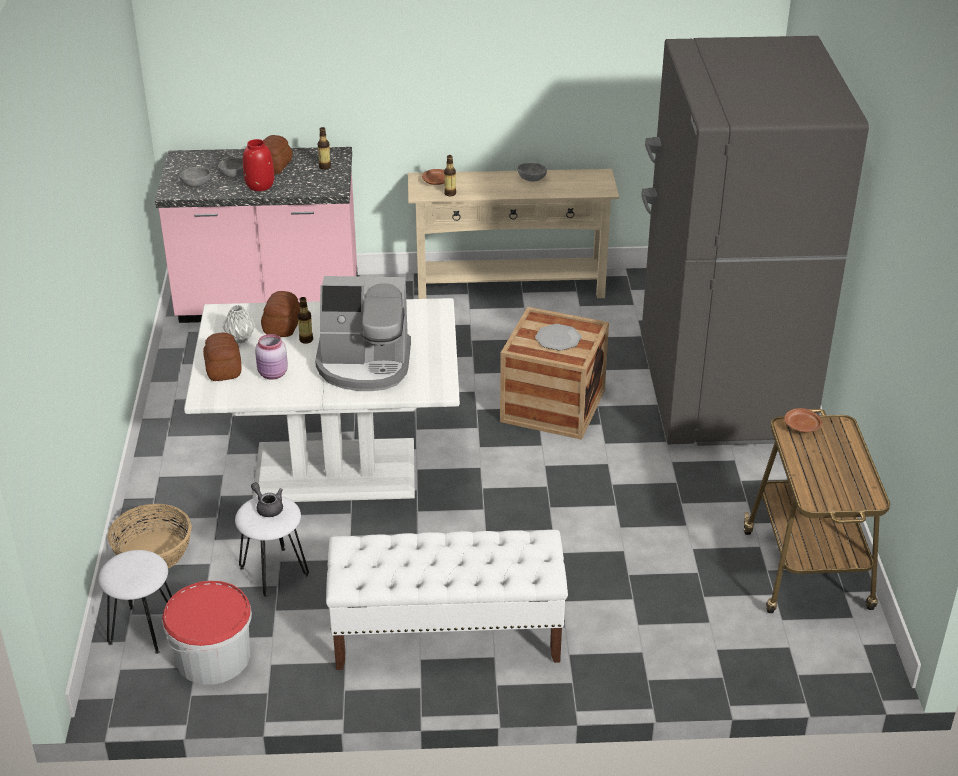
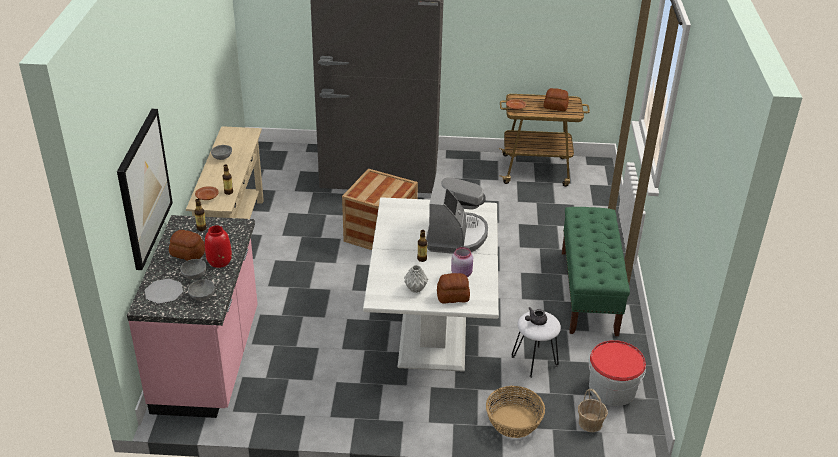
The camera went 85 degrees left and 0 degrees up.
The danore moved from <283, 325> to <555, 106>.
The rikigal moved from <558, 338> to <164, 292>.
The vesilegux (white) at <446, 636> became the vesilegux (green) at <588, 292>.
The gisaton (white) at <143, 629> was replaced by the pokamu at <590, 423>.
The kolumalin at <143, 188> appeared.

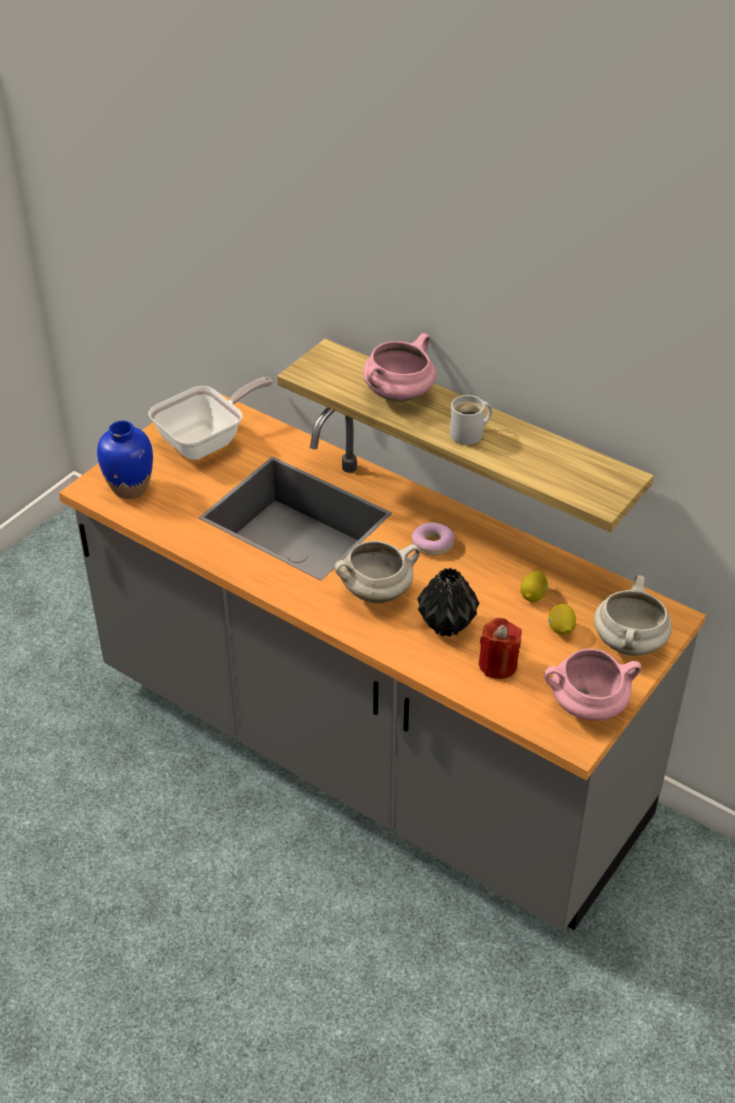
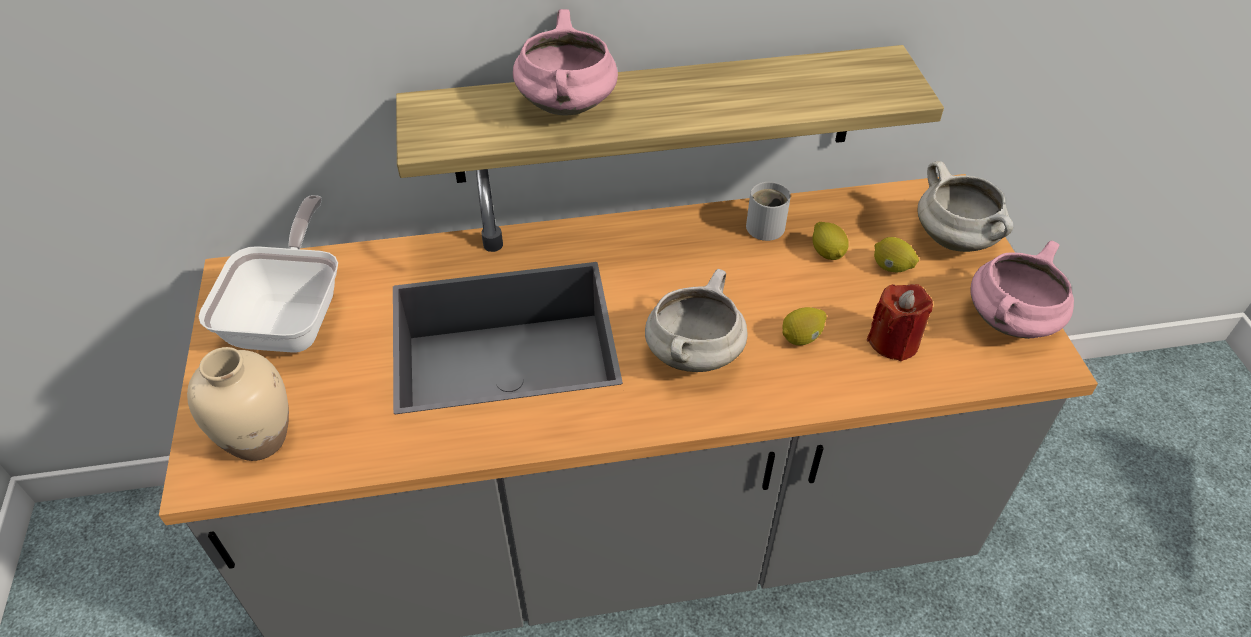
The camera went 45 degrees left and 5 degrees up.
The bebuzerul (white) moved from <470, 434> to <767, 225>.
The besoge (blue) at <130, 488> became the besoge (beige) at <259, 439>.
The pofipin at <433, 544> disappeared.
The besoge (black) at <448, 626> was replaced by the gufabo at <801, 337>.

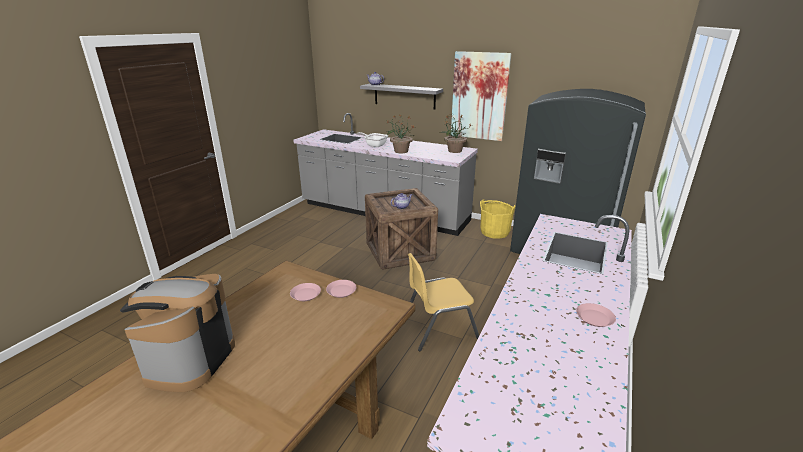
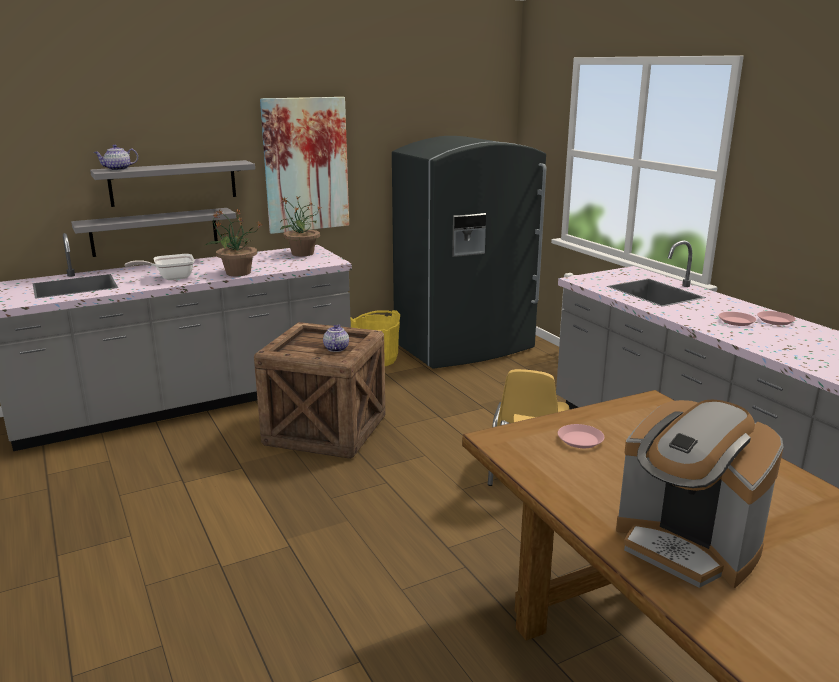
The camera went 55 degrees left and 5 degrees down.
The rikigal (pink) moved from <341, 291> to <736, 321>.
The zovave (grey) at <155, 232> appeared.

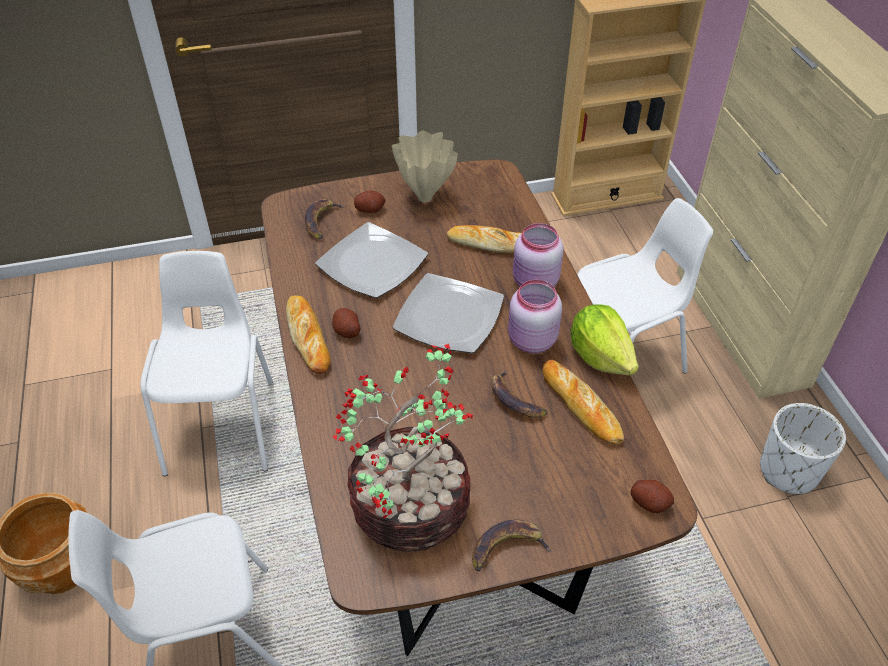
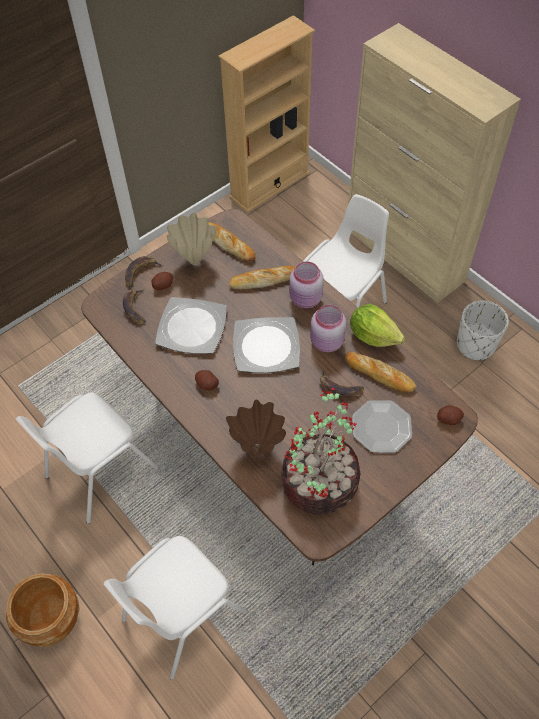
The camera went 25 degrees left and 10 degrees up.
The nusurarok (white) at <223, 425> turned 105 degrees counterclockwise.
The danore moved from <308, 337> to <229, 244>.
The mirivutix moved from <507, 547> to <141, 272>.
The besoge (brown) at <258, 449> appeared.
The rikigal at <381, 427> appeared.

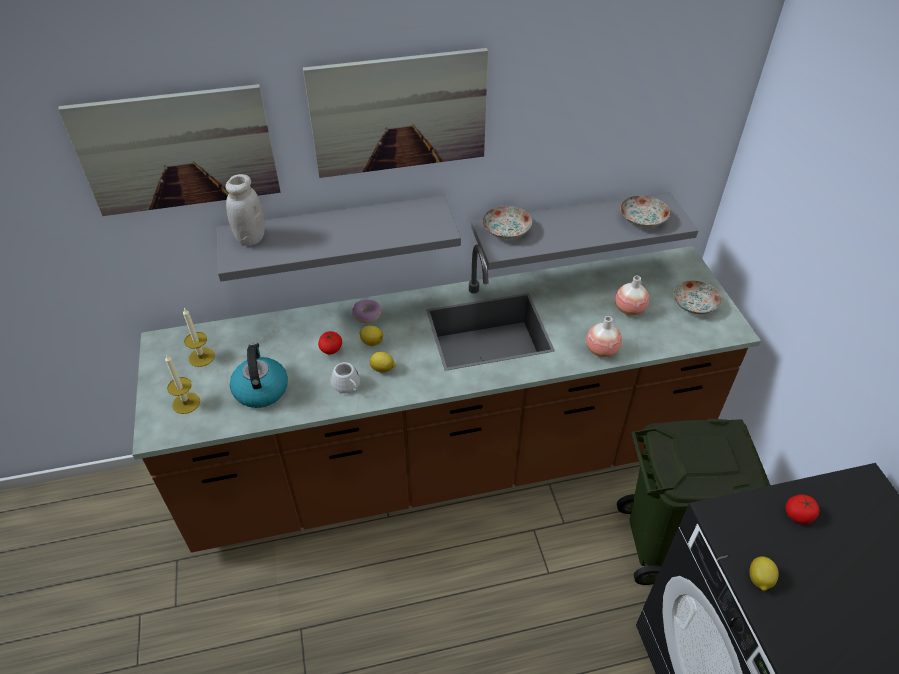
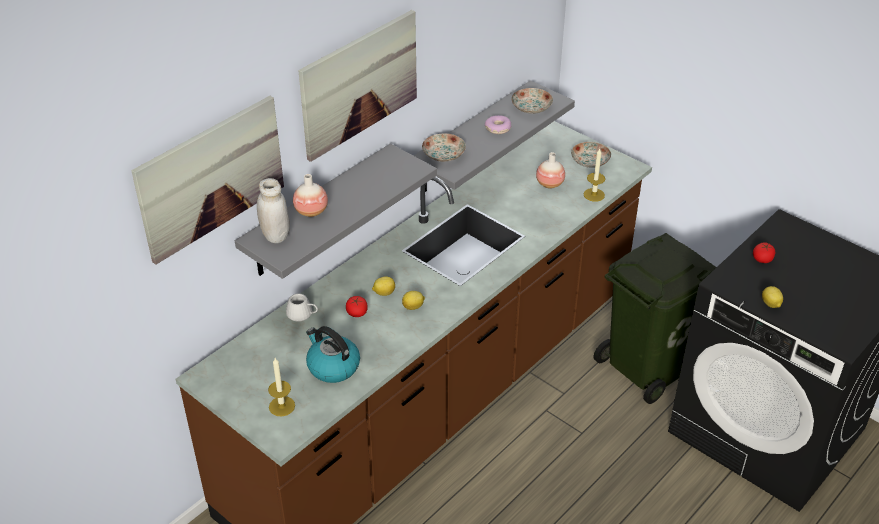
The camera went 35 degrees left and 5 degrees down.
The pofipin moved from <367, 315> to <498, 128>.
The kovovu moved from <201, 357> to <594, 195>.
The besoge moved from <601, 350> to <311, 211>.
The bebuzerul (white) moved from <348, 386> to <302, 314>.

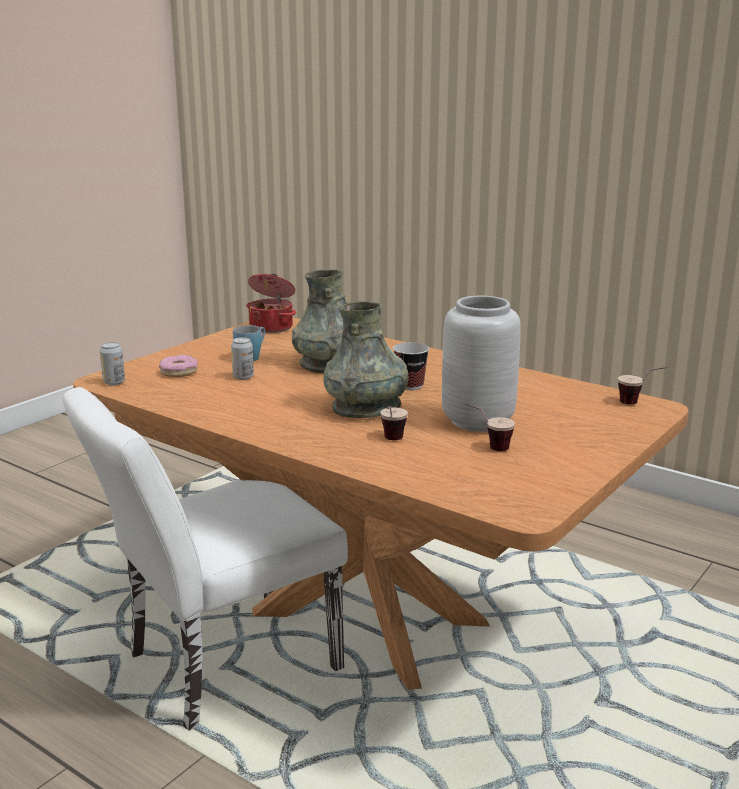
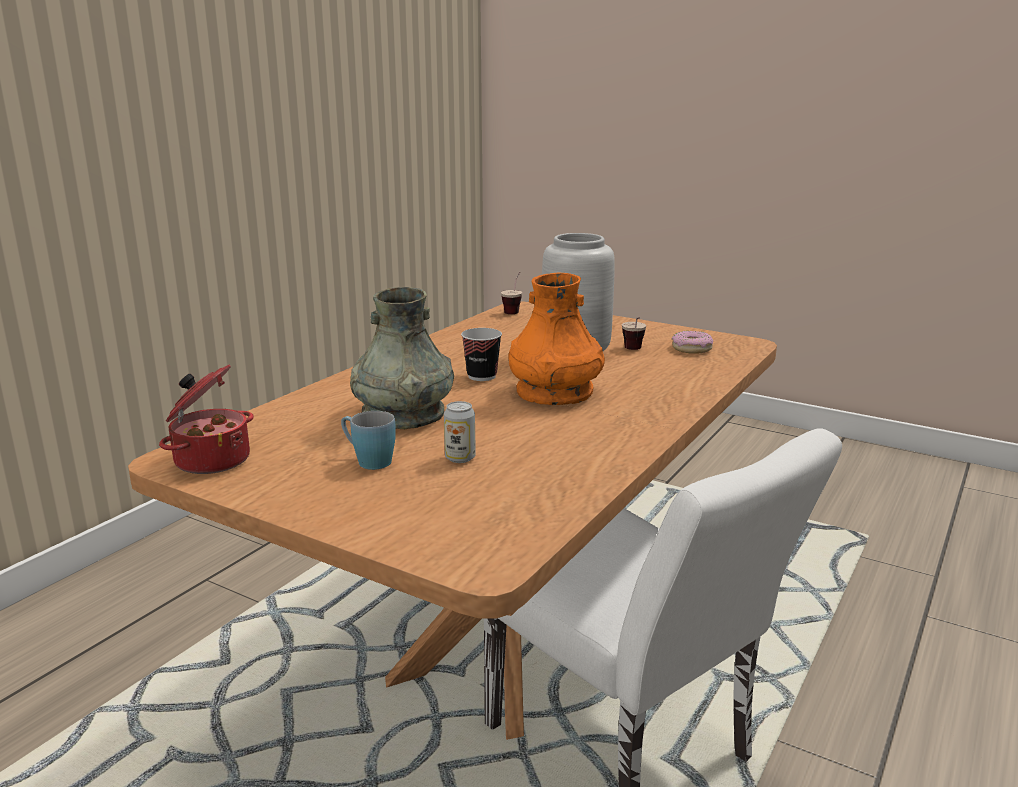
The camera went 95 degrees left and 0 degrees up.
The besoge (grey) at <366, 407> became the besoge (orange) at <554, 391>.
The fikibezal at <114, 382> disappeared.
The pofipin moved from <178, 372> to <691, 348>.
The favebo at <391, 441> disappeared.

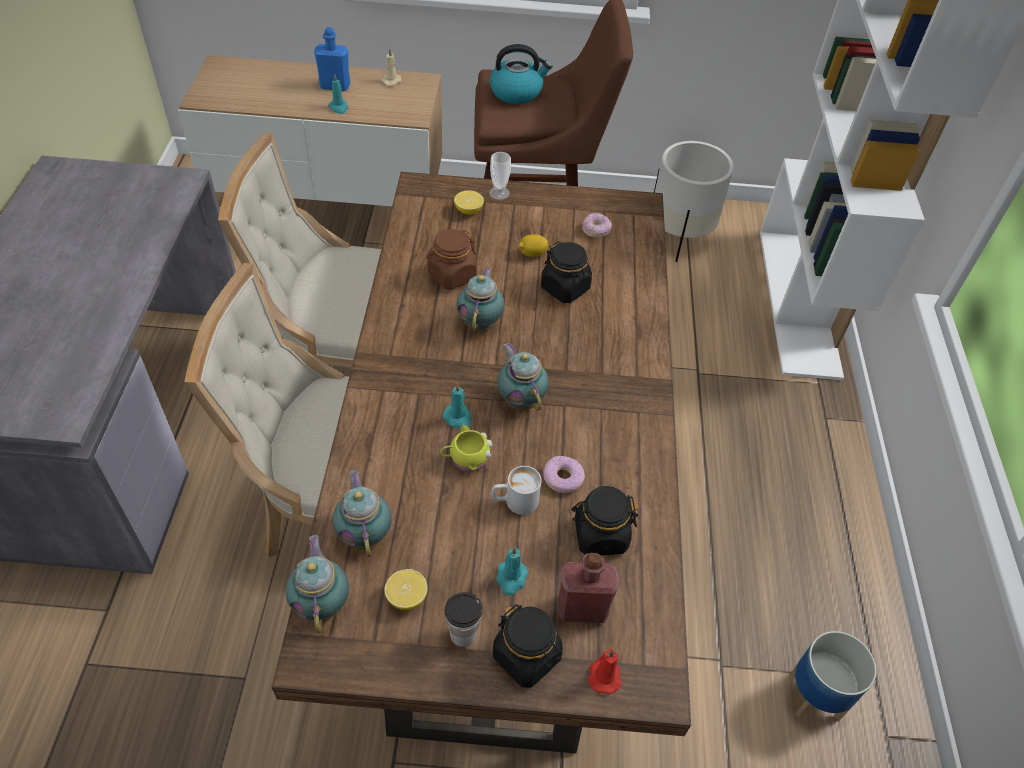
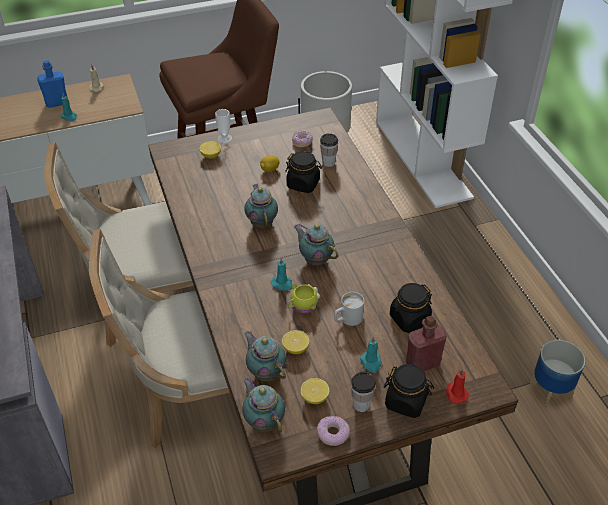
The camera went 20 degrees left and 5 degrees down.
The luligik at <517, 92> disappeared.
The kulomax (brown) at <452, 275> disappeared.
The pofipin moved from <562, 478> to <333, 434>.
The favebo at <328, 162> appeared.
The gufabo at <295, 348> appeared.

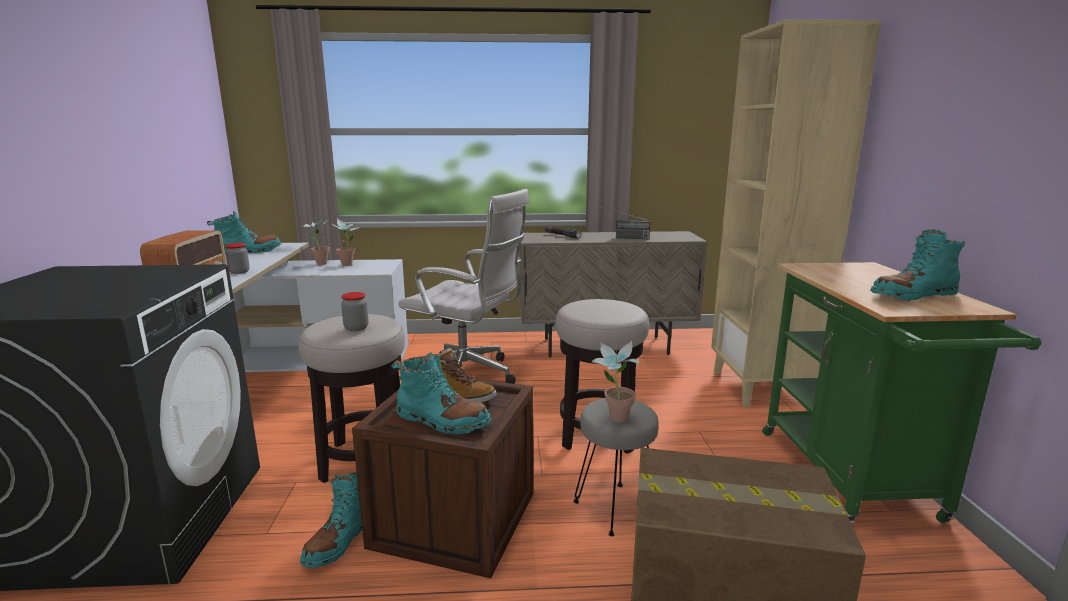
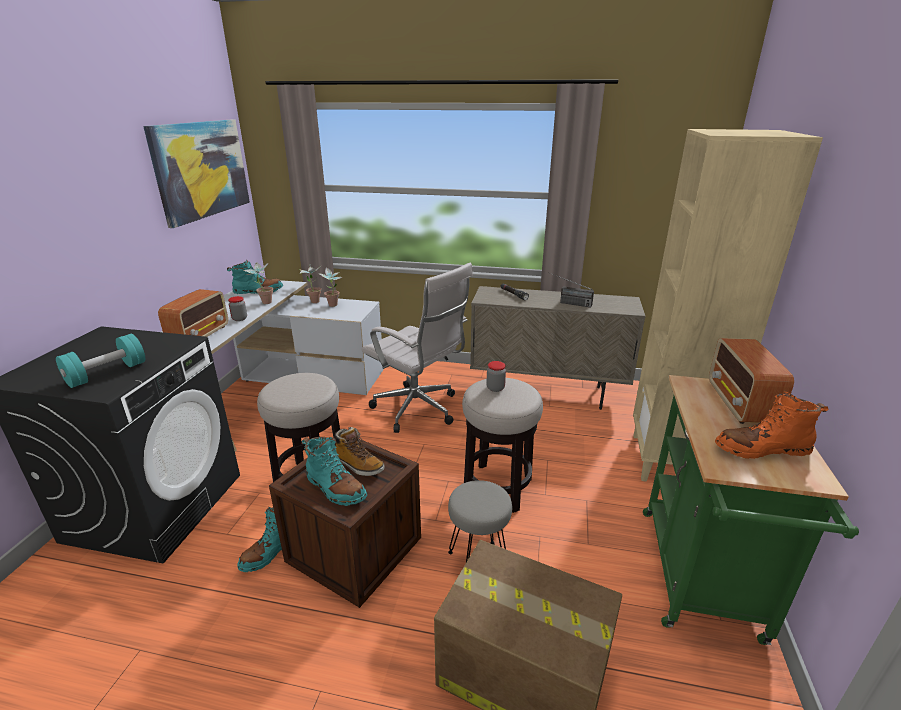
The camera went 15 degrees right and 10 degrees up.
The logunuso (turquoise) at <912, 296> became the logunuso (orange) at <761, 449>.
The kulomax moved from <356, 328> to <495, 388>.
The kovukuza moved from <614, 420> to <263, 303>.
The kolumalin at <201, 169> appeared.
The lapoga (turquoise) at <107, 373> appeared.
The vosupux at <740, 404> appeared.

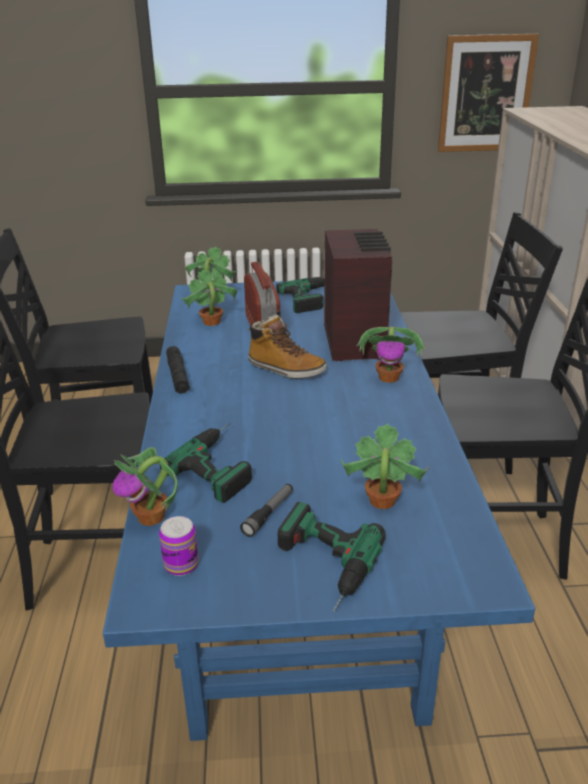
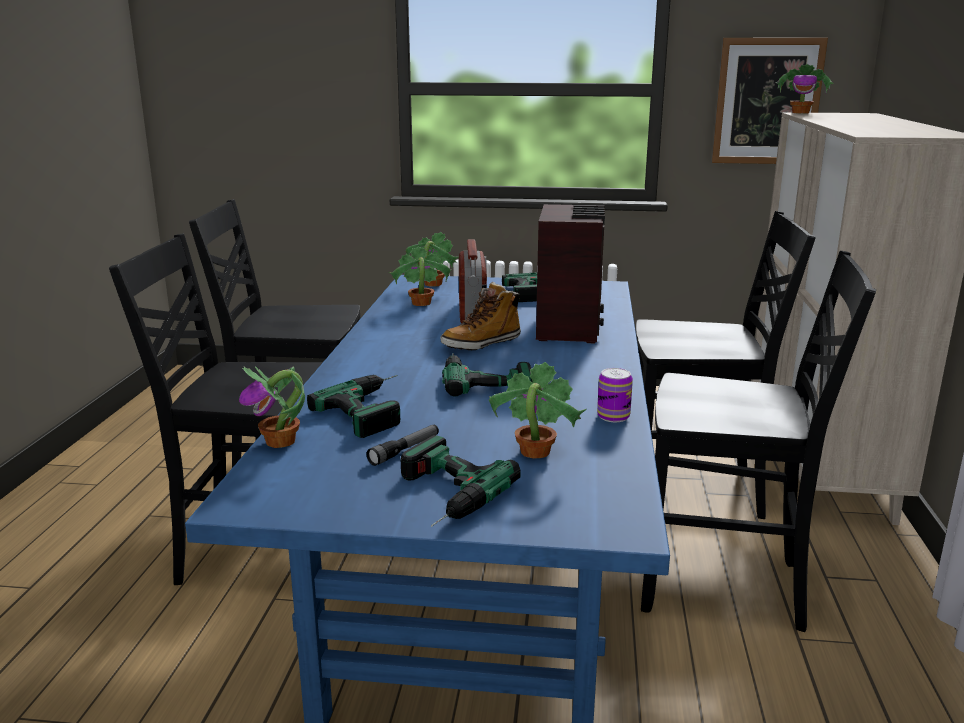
The camera went 10 degrees right and 10 degrees down.
The logunuso at <285, 369> turned 105 degrees clockwise.
The kovukuza moved from <389, 377> to <801, 113>.
The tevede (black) at <178, 376> disappeared.
The fikibezal moved from <181, 565> to <613, 416>.
The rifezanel at <485, 379> appeared.

